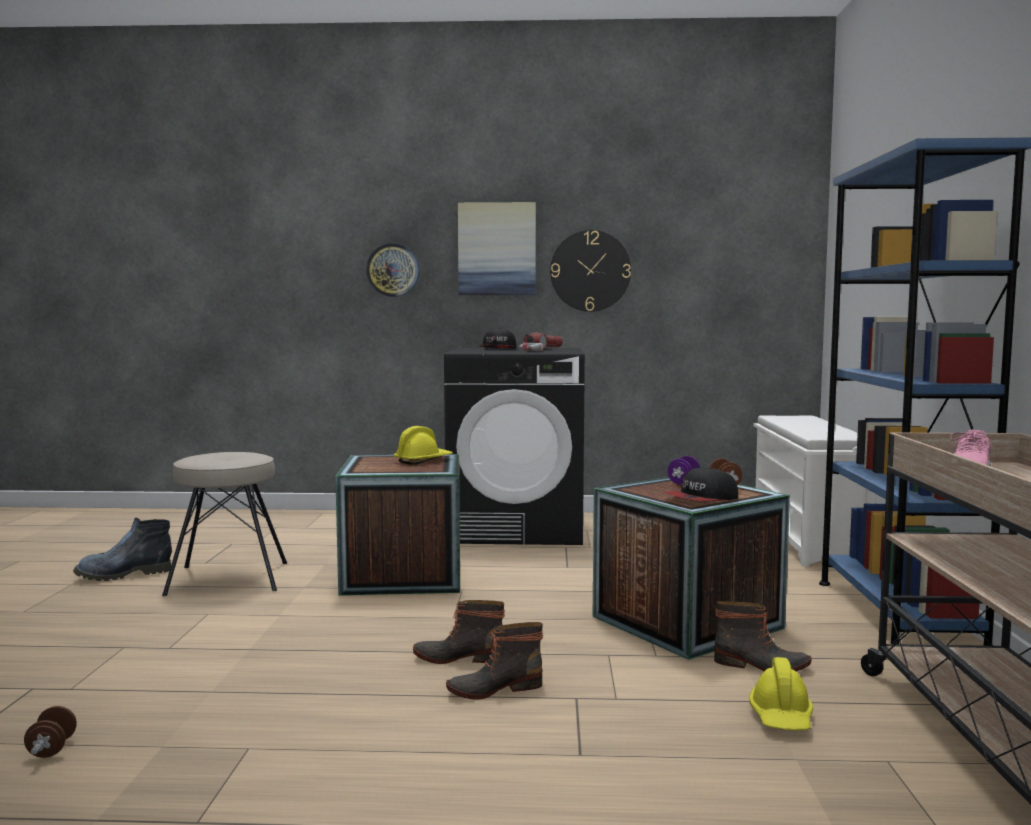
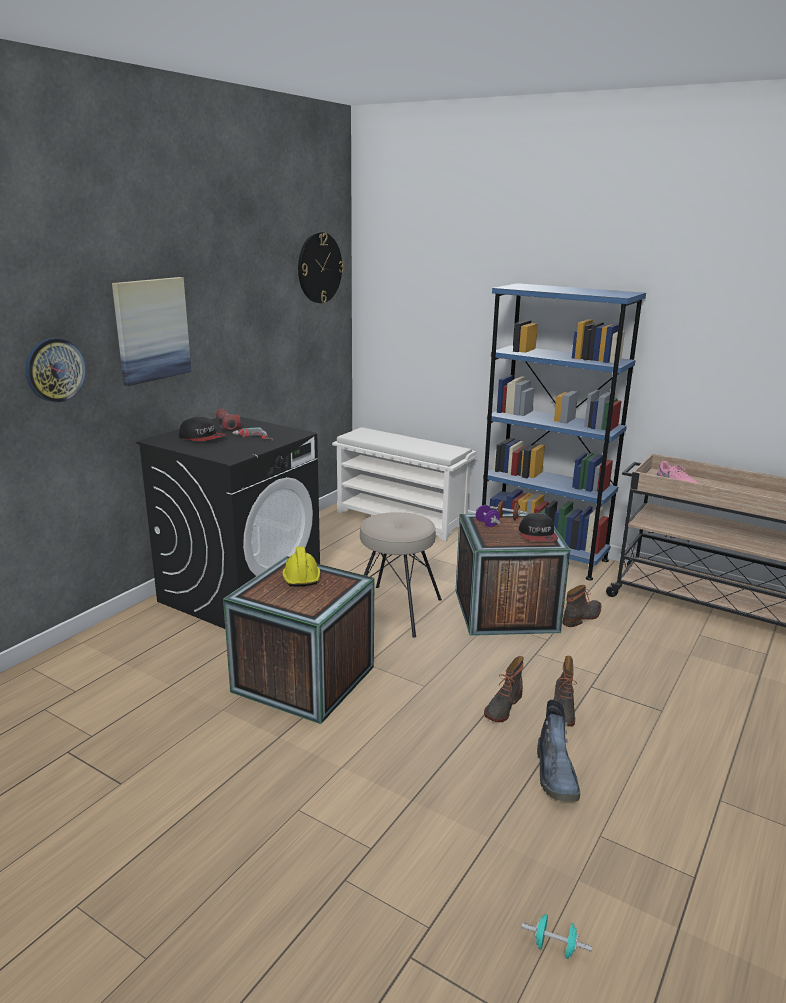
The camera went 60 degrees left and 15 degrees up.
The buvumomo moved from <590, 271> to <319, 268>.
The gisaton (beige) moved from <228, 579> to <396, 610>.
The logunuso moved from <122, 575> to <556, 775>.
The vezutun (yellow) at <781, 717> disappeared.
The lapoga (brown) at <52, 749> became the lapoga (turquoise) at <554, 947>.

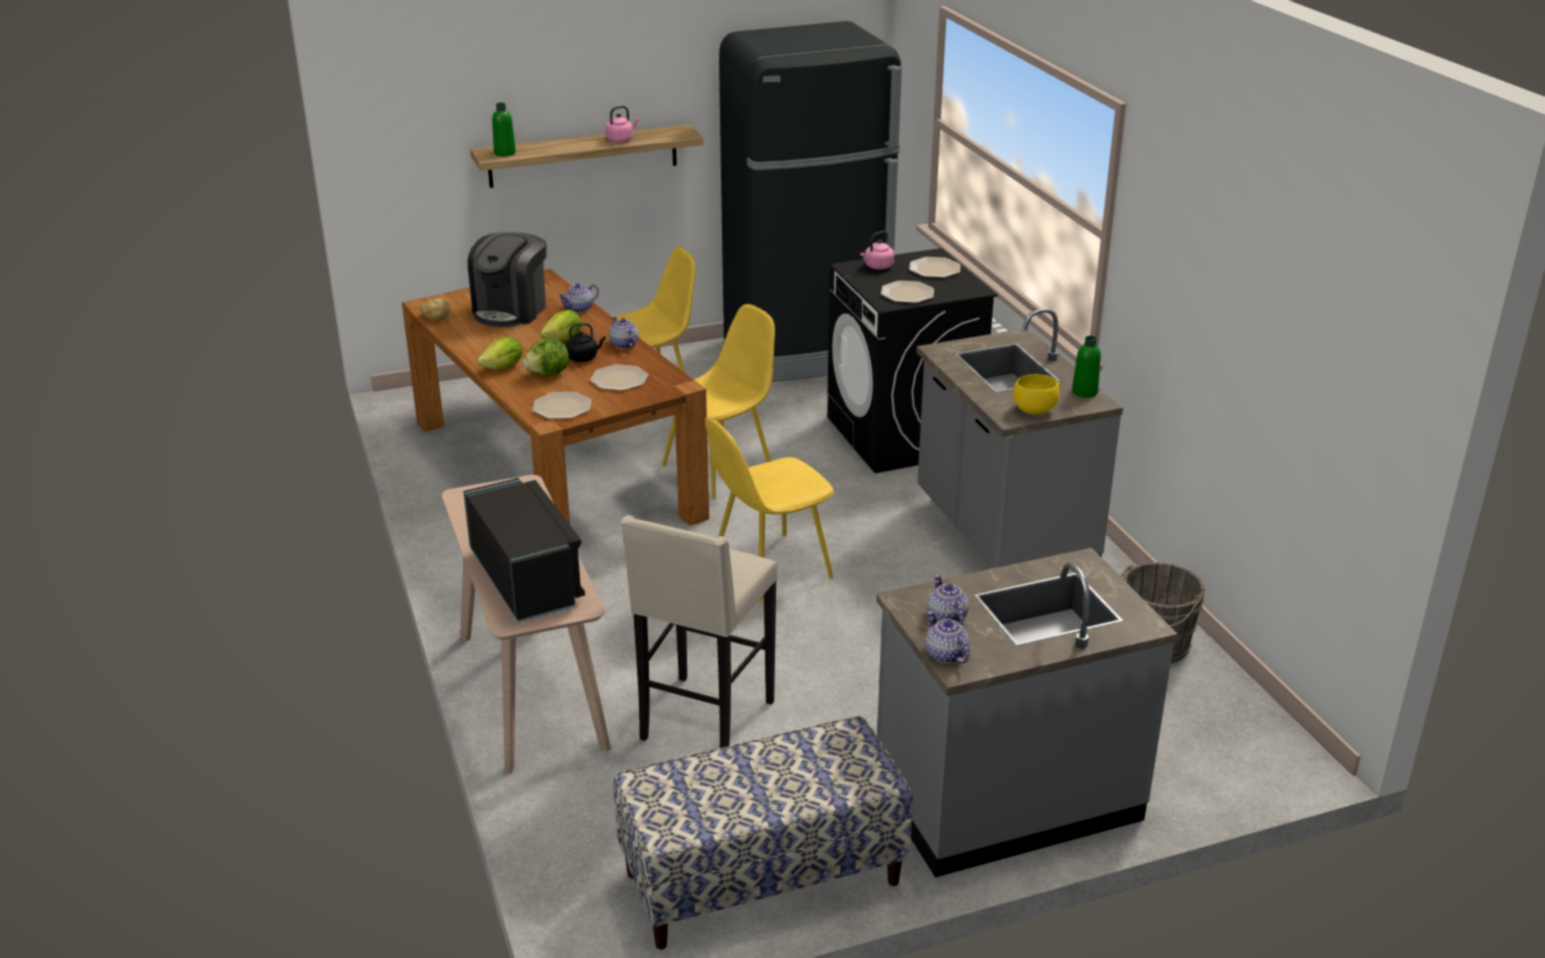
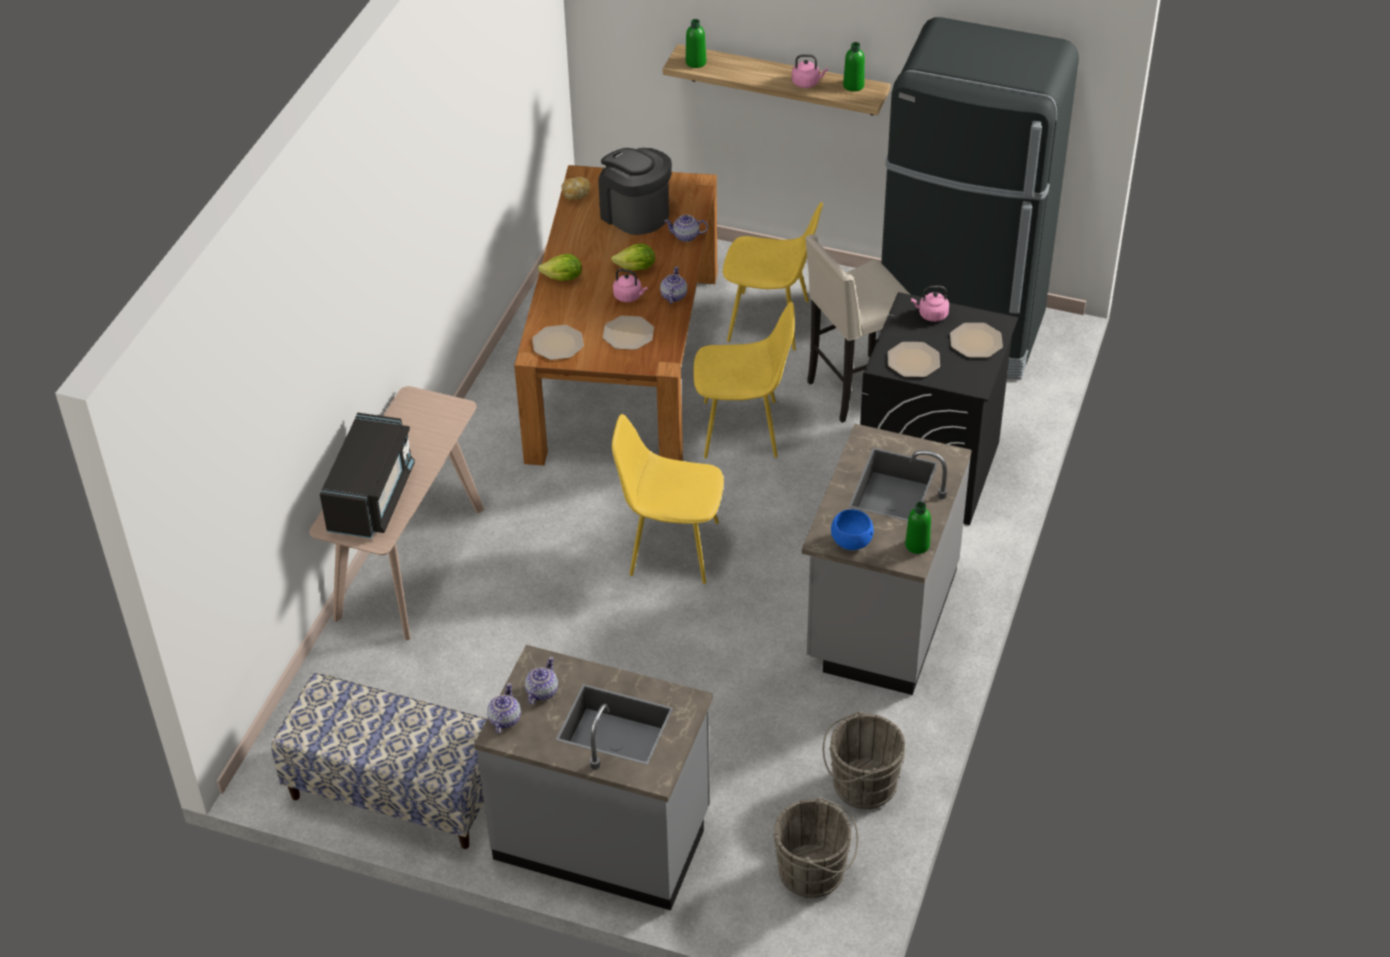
The camera went 40 degrees right and 15 degrees up.
The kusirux at <511, 310> turned 75 degrees clockwise.
The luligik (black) at <584, 358> became the luligik (pink) at <629, 296>.
The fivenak at <548, 374> disappeared.
The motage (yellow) at <1033, 410> became the motage (blue) at <850, 542>.
The gisaton (beige) moved from <704, 722> to <856, 391>.
The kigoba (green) at <853, 85> appeared.
The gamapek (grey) at <815, 872> appeared.

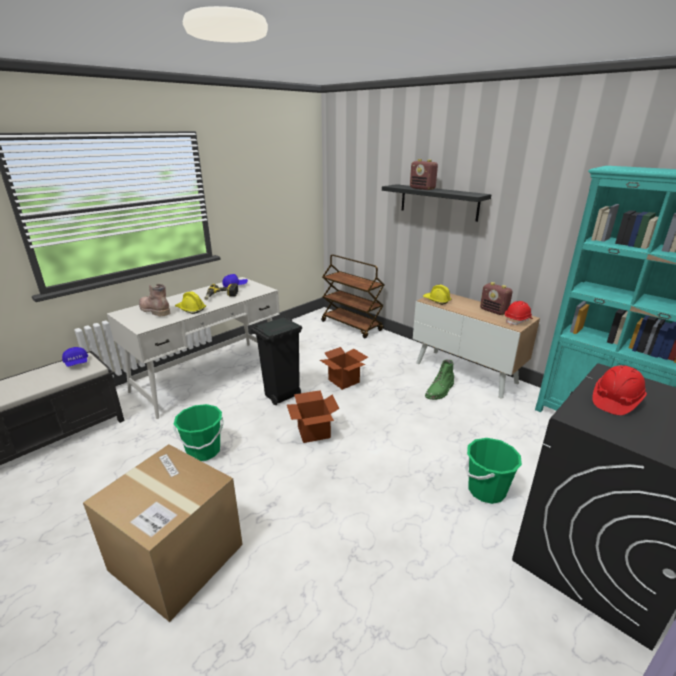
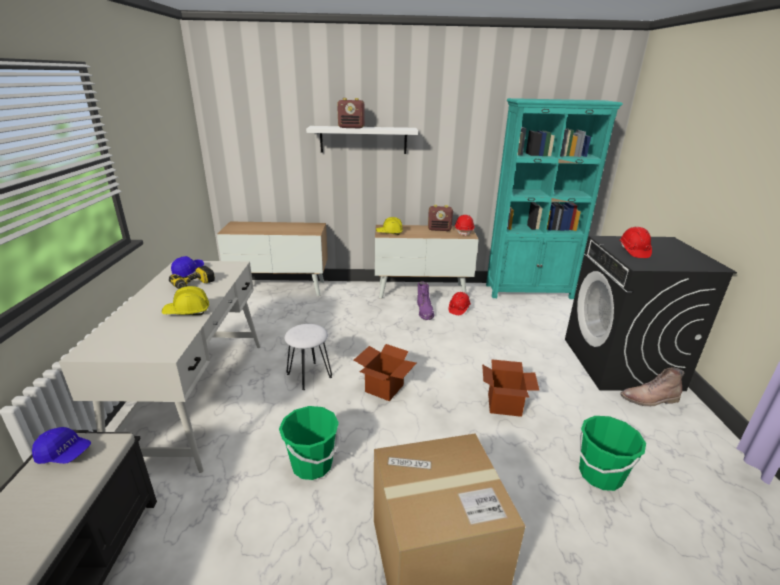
The camera went 45 degrees left and 0 degrees up.
The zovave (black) at <438, 202> became the zovave (white) at <363, 140>.
The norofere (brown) at <352, 326> was replaced by the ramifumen at <280, 287>.
The logunuso (brown) moved from <153, 310> to <649, 399>.
The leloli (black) at <281, 396> was replaced by the gisaton (white) at <309, 376>.
The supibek moved from <343, 381> to <504, 405>.
The logunuso (green) at <440, 391> became the logunuso (purple) at <425, 311>.
The gamapek (green) moved from <486, 490> to <600, 474>.
The vezutun (red) at <458, 309> appeared.

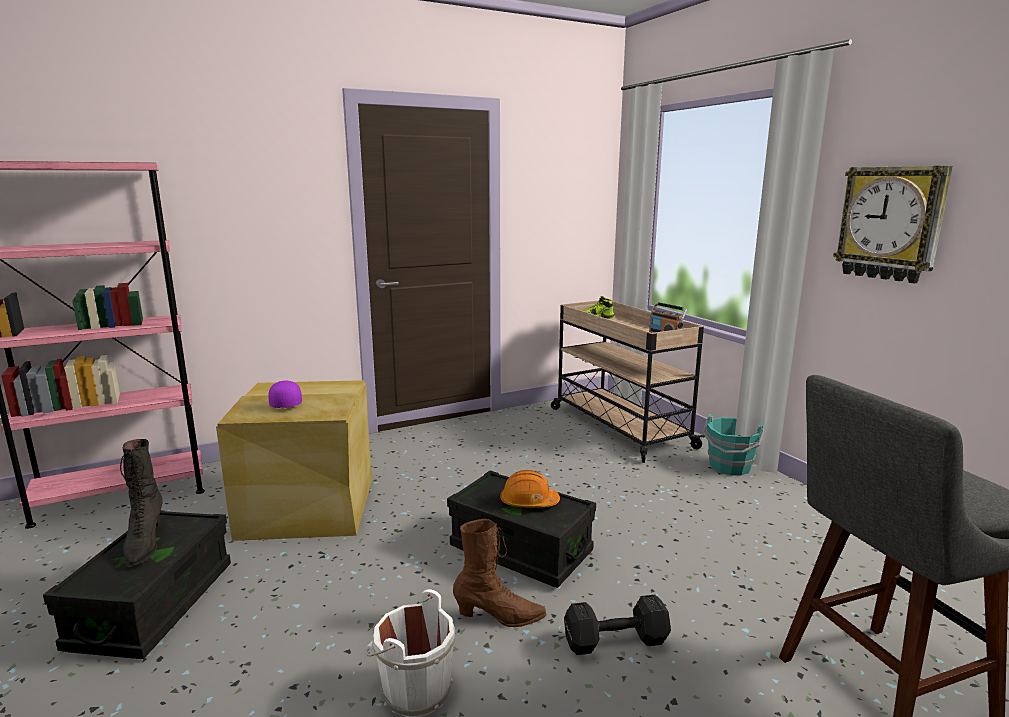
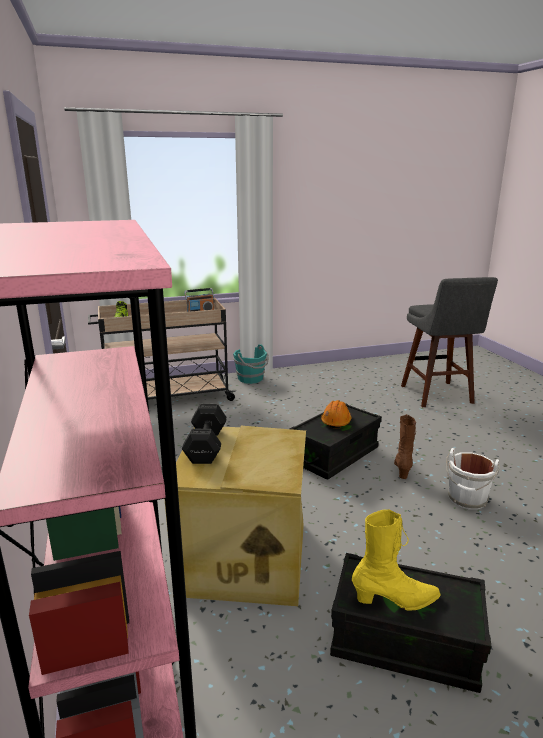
The camera went 80 degrees left and 5 degrees up.
The buvumomo at <890, 223> disappeared.
The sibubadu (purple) at <286, 403> disappeared.
The logunuso (black) at <144, 544> became the logunuso (yellow) at <395, 600>.
The lapoga (black) moved from <618, 641> to <207, 445>.

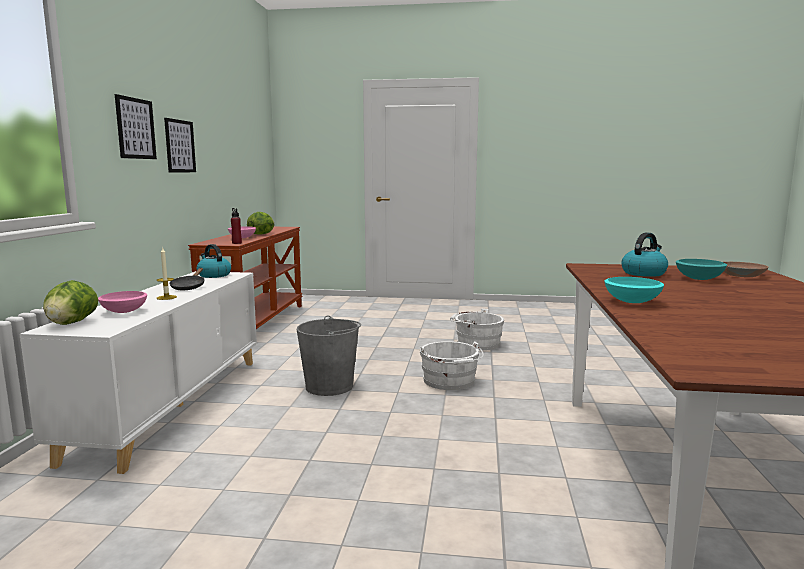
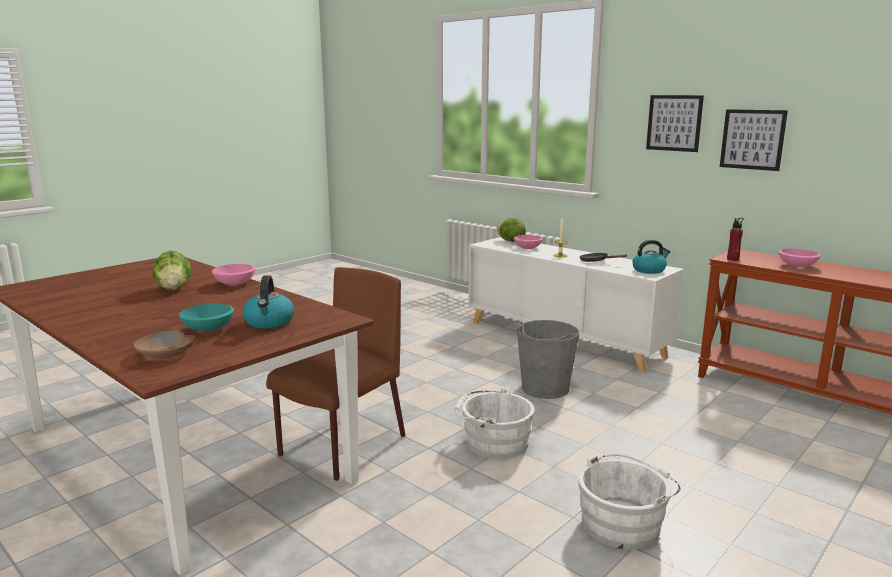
The camera went 125 degrees right and 5 degrees up.
The fivenak moved from <262, 234> to <174, 288>.
The motage (turquoise) at <631, 301> became the motage (pink) at <235, 283>.
The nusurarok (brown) at <341, 446> appeared.

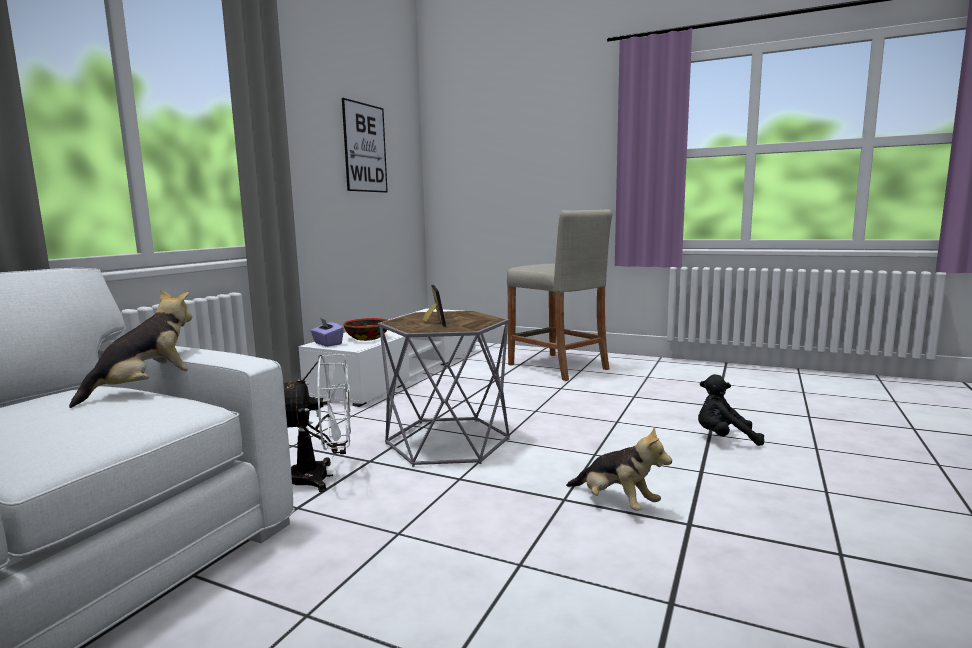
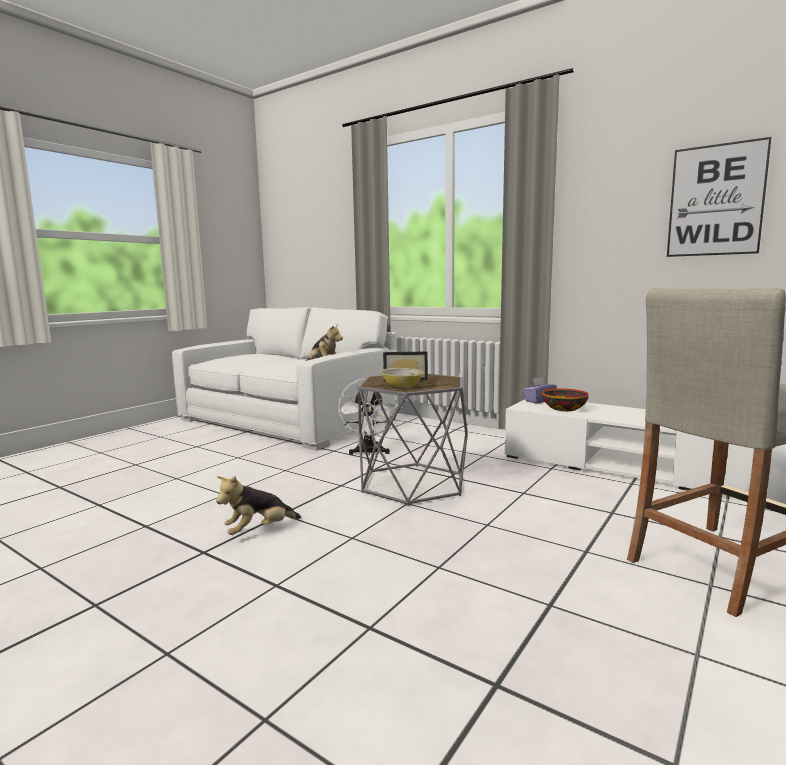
The camera went 100 degrees right and 0 degrees up.
The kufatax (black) at <724, 439> disappeared.
The motage at <402, 386> appeared.

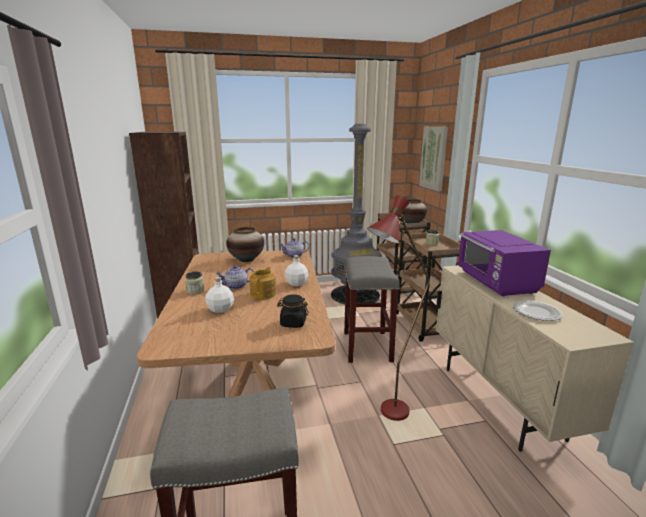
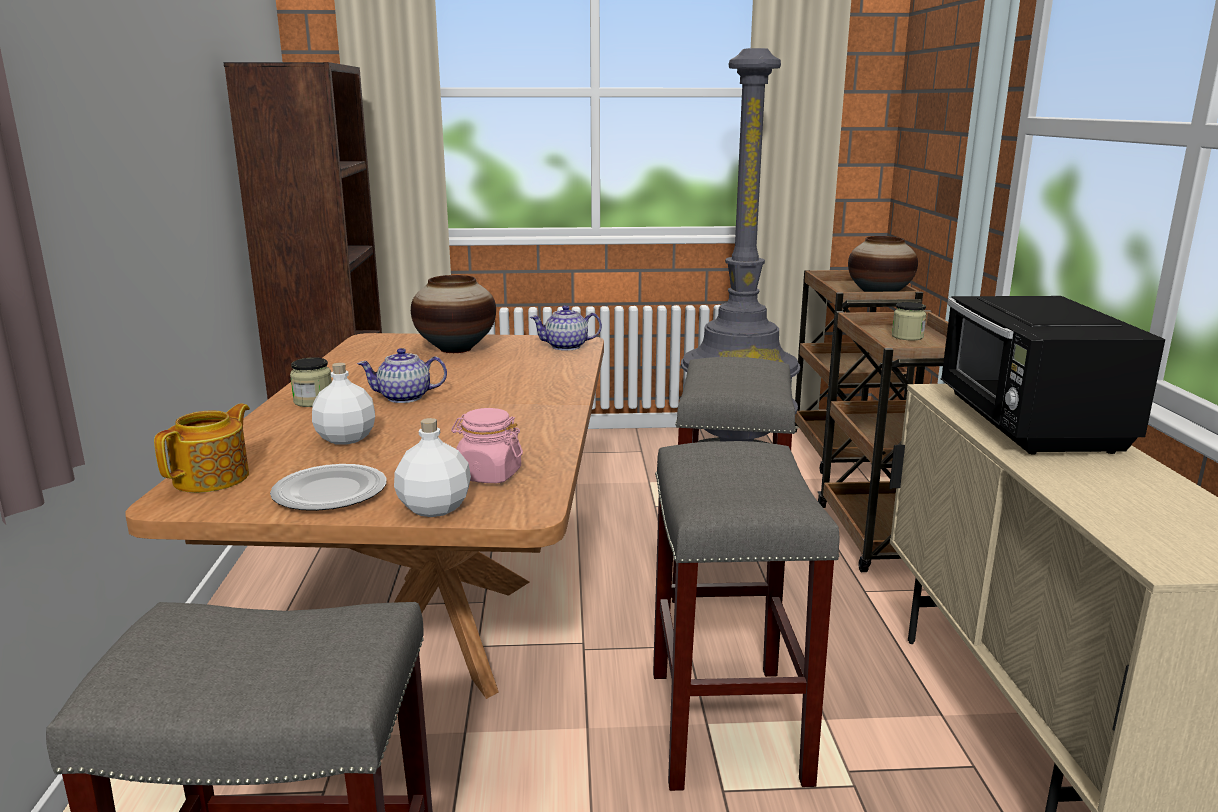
The camera went 10 degrees right and 0 degrees up.
The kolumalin at <434, 158> disappeared.
The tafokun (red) at <387, 416> was replaced by the gisaton (grey) at <729, 727>.
The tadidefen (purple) at <496, 283> became the tadidefen (black) at <1029, 424>.
The kigoba (white) moved from <296, 283> to <434, 507>.
The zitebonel moved from <263, 294> to <213, 478>.
The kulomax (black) at <293, 323> became the kulomax (pink) at <488, 475>.
The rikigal moved from <536, 312> to <330, 491>.

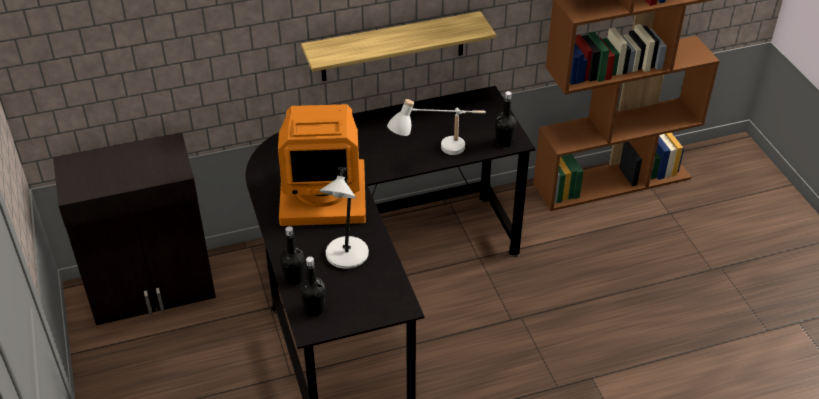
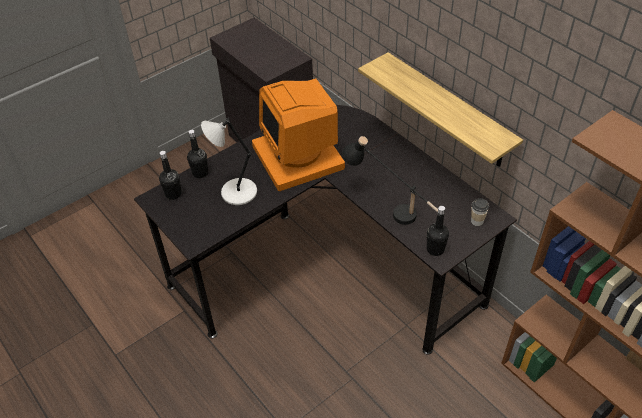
The camera went 70 degrees right and 5 degrees up.
The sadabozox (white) at <437, 153> became the sadabozox (black) at <389, 208>.
The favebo at <477, 221> appeared.

